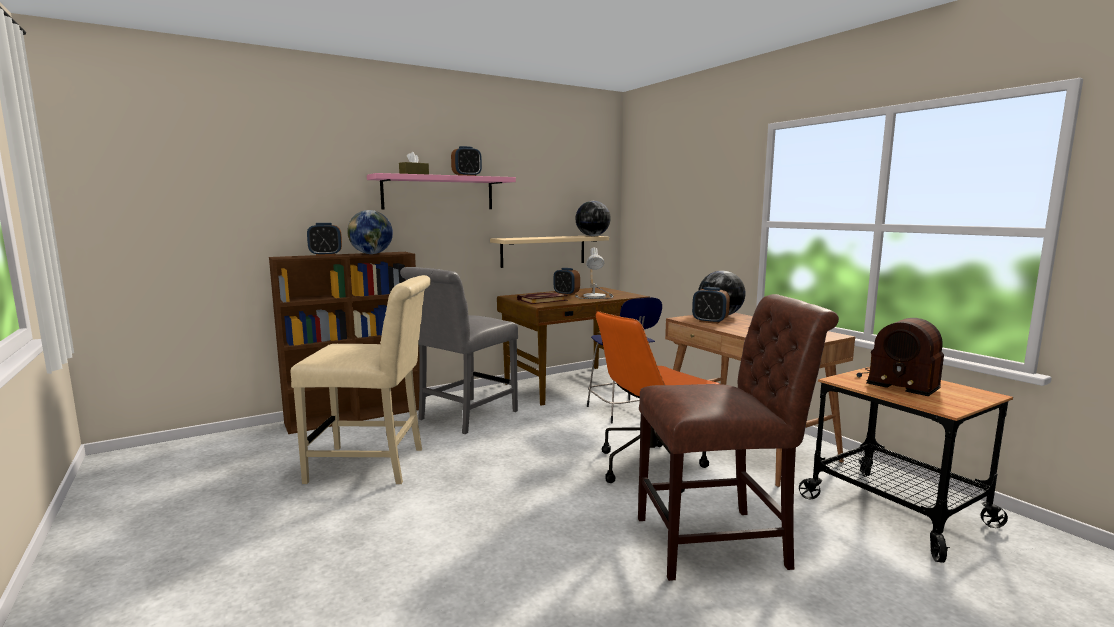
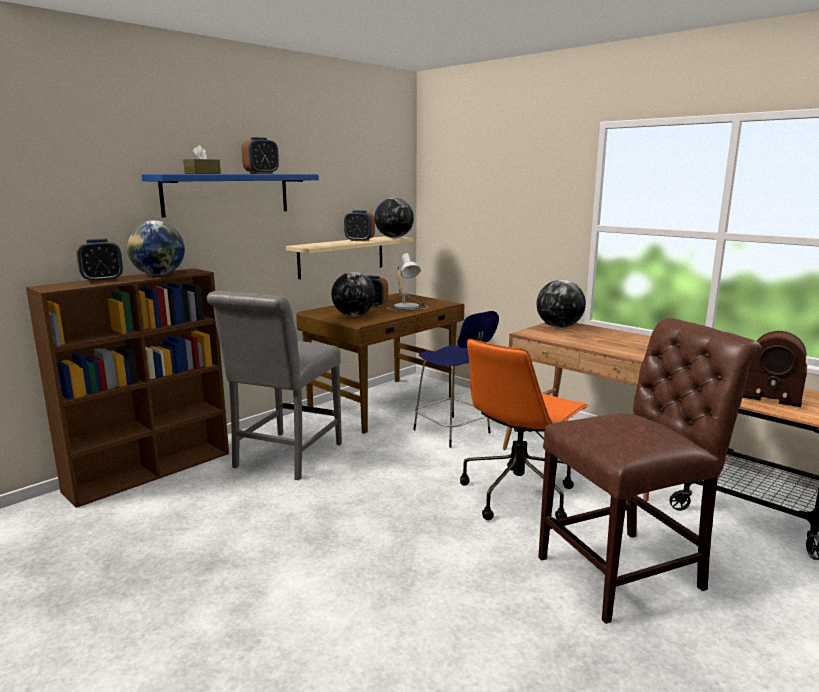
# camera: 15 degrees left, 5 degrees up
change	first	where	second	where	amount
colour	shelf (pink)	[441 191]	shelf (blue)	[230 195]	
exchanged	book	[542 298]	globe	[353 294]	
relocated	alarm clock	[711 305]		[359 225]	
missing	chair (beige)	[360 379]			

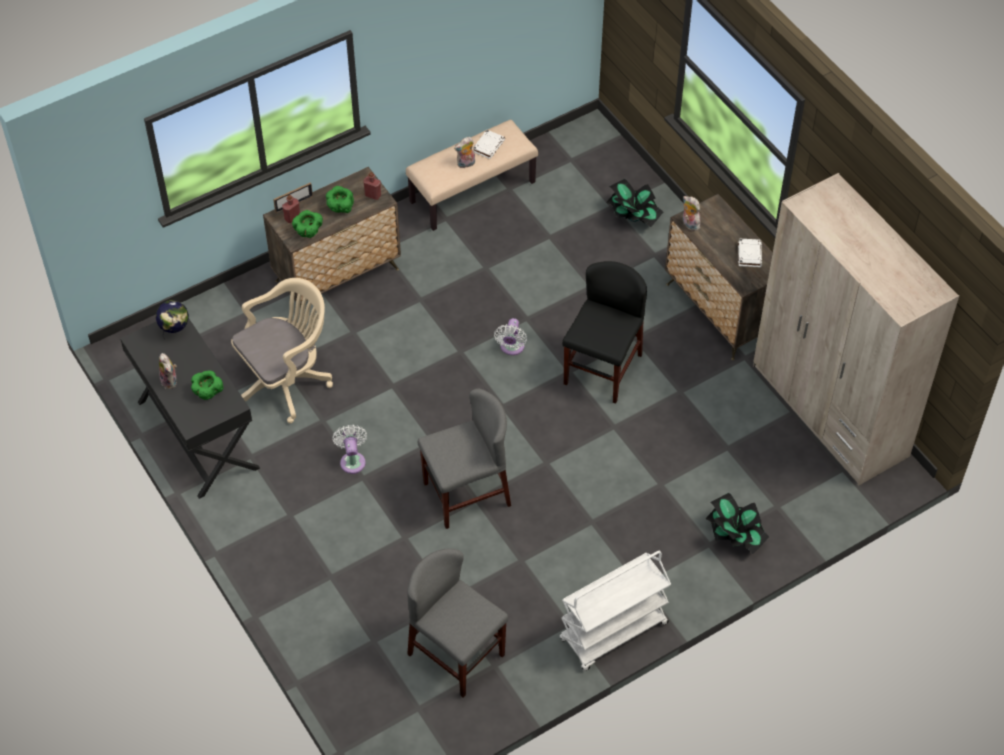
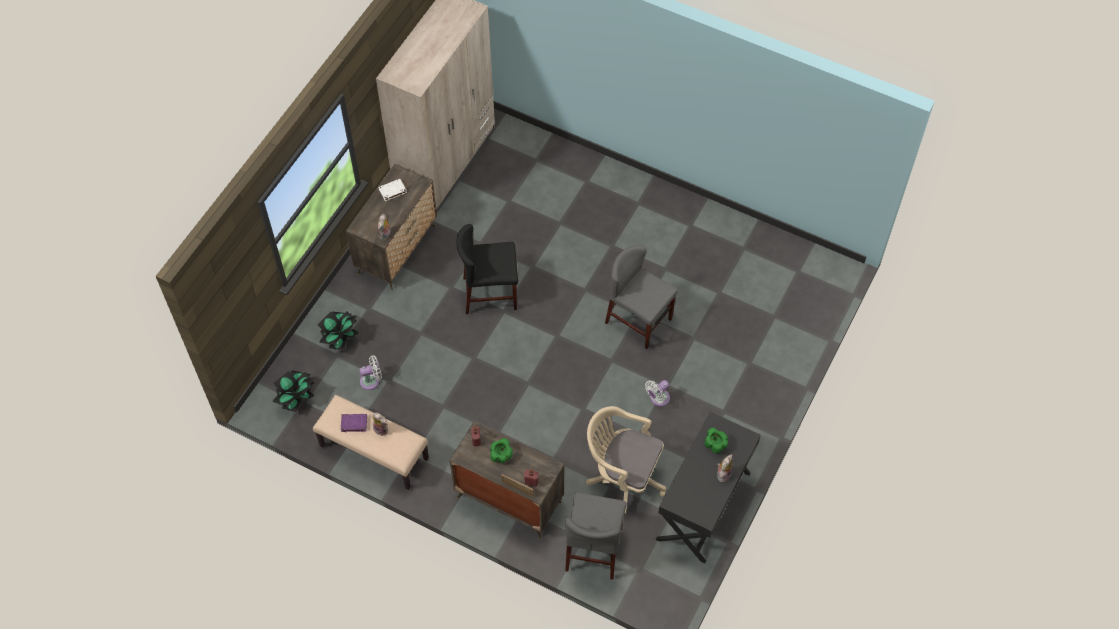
# camera: 120 degrees left, 5 degrees up
change	first	where	second	where	amount
relocated	potted plant	[737 523]		[293 391]	
colour	book (white)	[489 144]	book (purple)	[354 423]	
relocated	fan (white)	[510 336]		[370 372]	
relocated	chair (grey)	[457 623]		[596 536]	
missing	globe	[172 320]			
missing	bowl (green)	[307 224]			
missing	cart (white)	[615 611]			

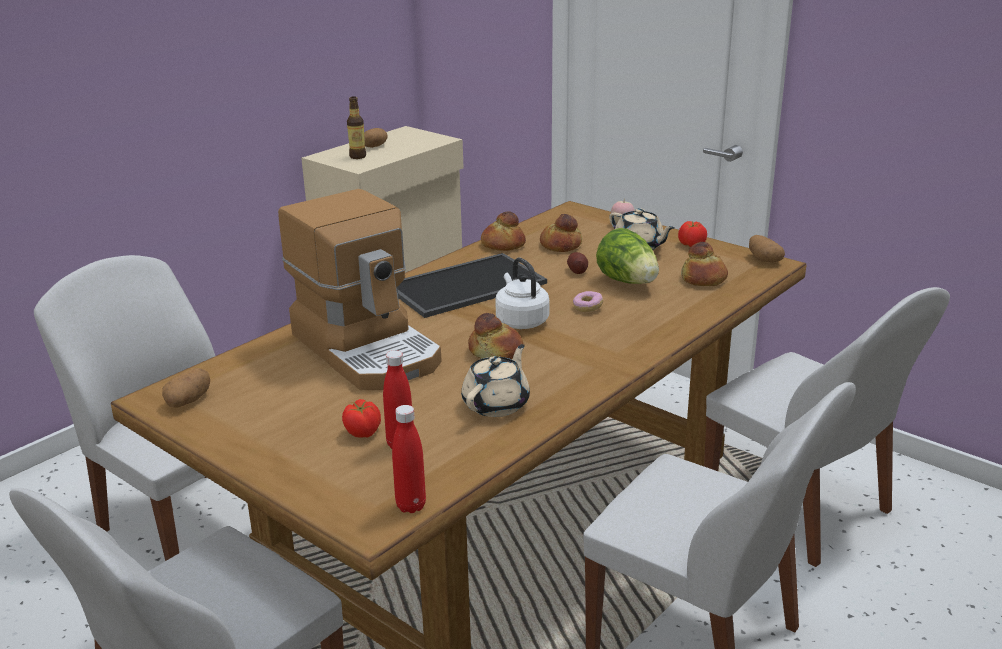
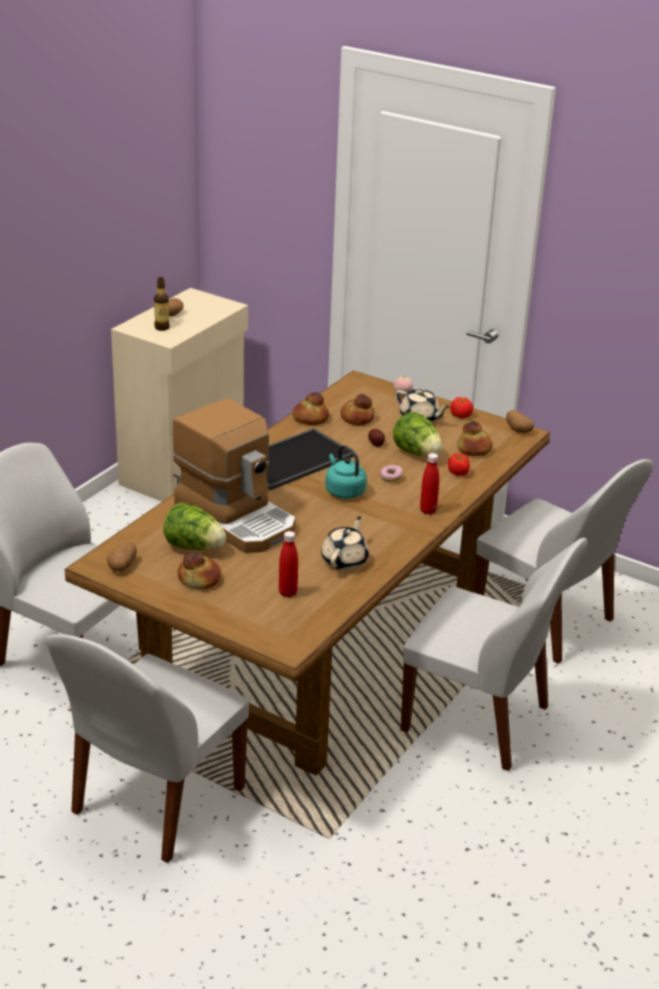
# camera: 10 degrees left, 5 degrees up
change	first	where	second	where	amount
appeared			lettuce	[194 526]	
relocated	bread	[495 336]		[199 570]	
colour	kettle (white)	[522 293]	kettle (turquoise)	[346 472]	
relocated	bottle (red)	[409 459]		[429 483]	
relocated	tomato	[361 418]		[459 464]	

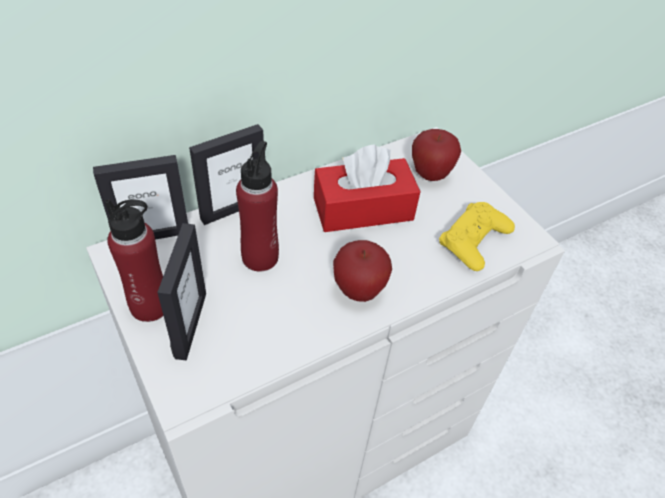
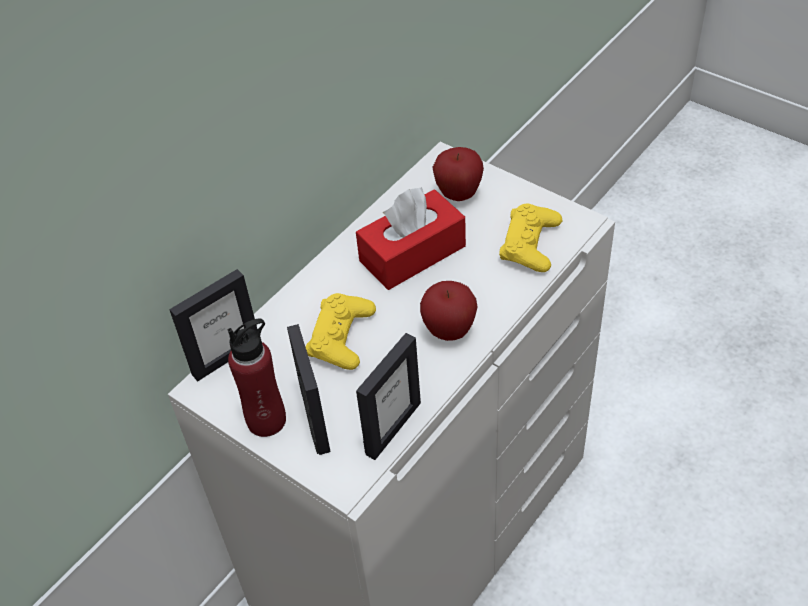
# camera: 15 degrees left, 0 degrees up
change	first	where	second	where	amount
exchanged	bottle (red)	[257 206]	game controller (yellow)	[341 331]	
relocated	picture frame	[226 174]		[388 396]	

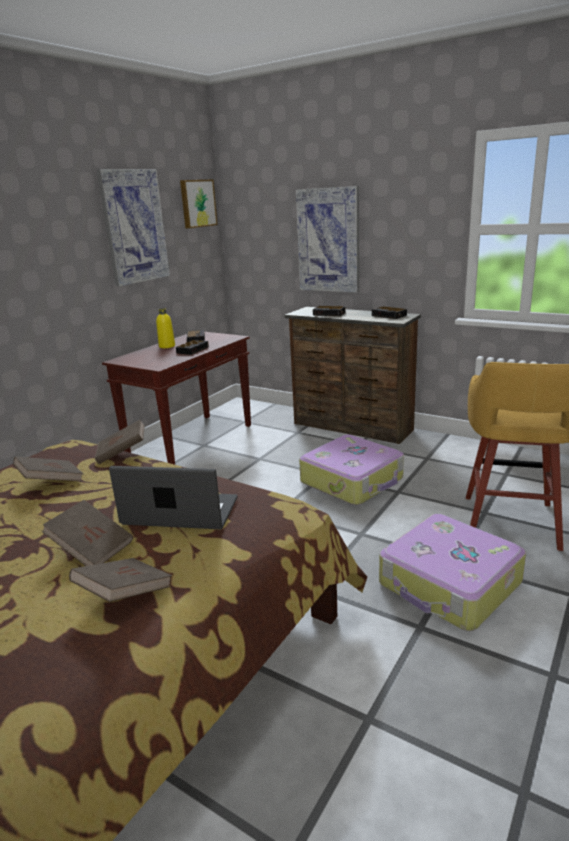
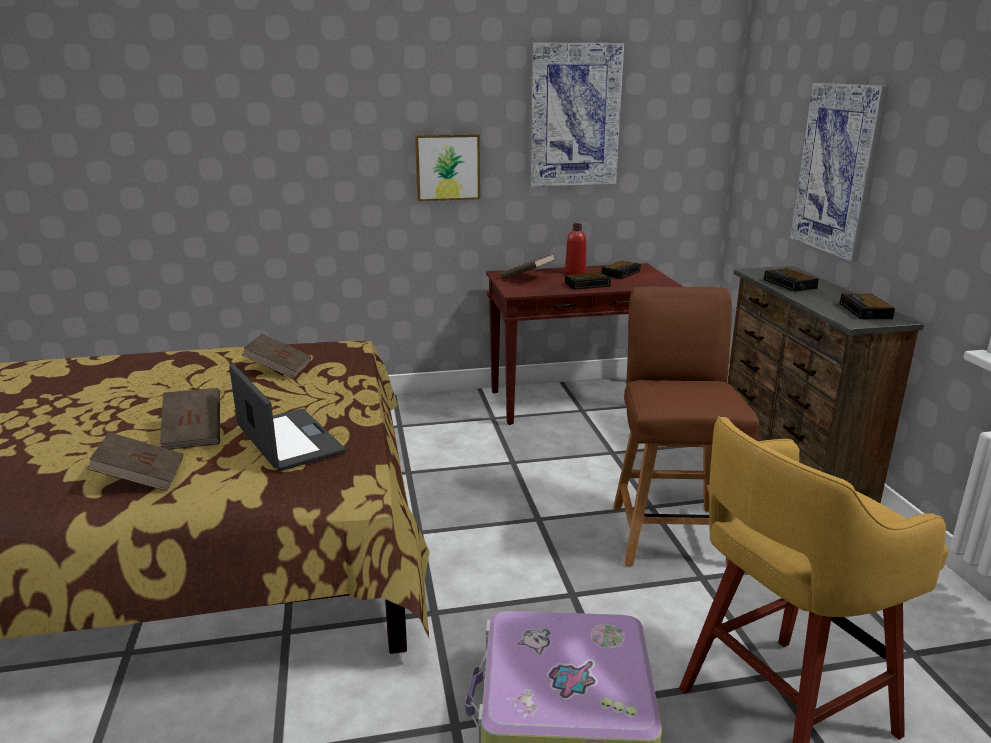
# camera: 45 degrees right, 0 degrees up
change	first	where	second	where	amount
relocated	picture	[199 204]		[447 167]	
relocated	book (brown)	[120 441]		[527 266]	
colour	bottle (yellow)	[165 328]	bottle (red)	[575 249]	
exchanged	suitcase	[351 470]	chair (brown)	[686 426]	

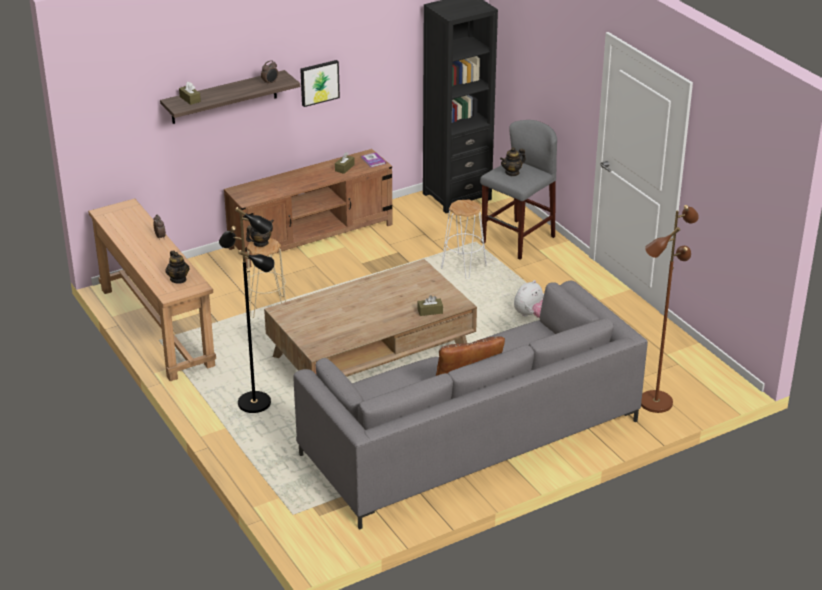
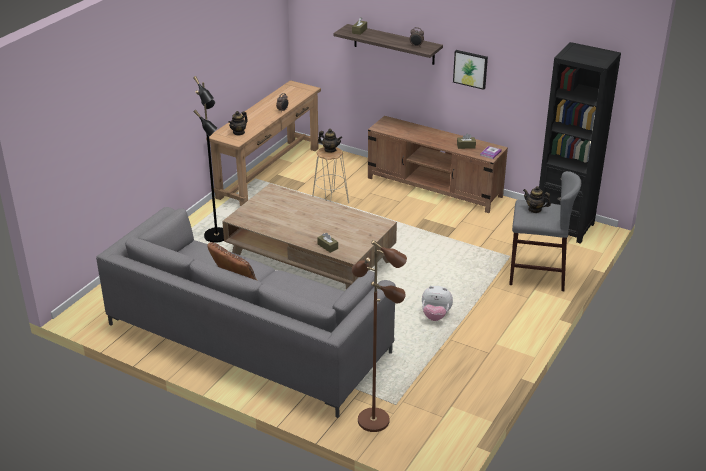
# camera: 60 degrees right, 0 degrees up
change	first	where	second	where	amount
missing	stool (white)	[464 239]			

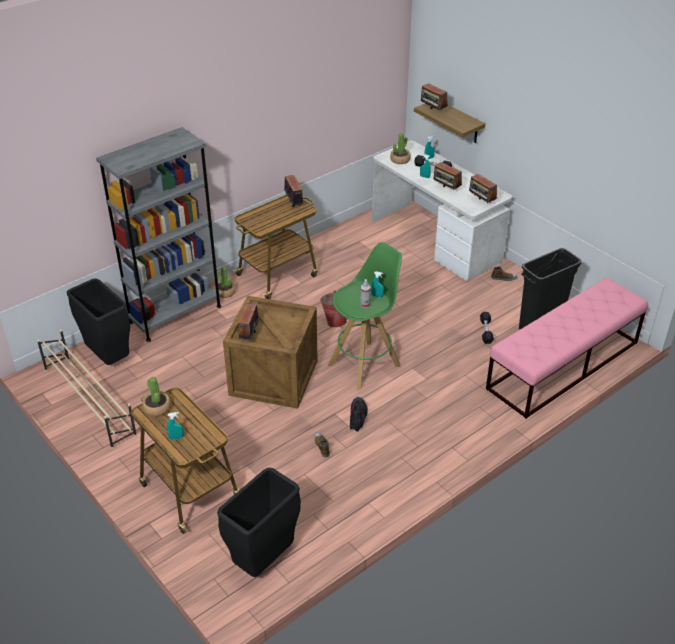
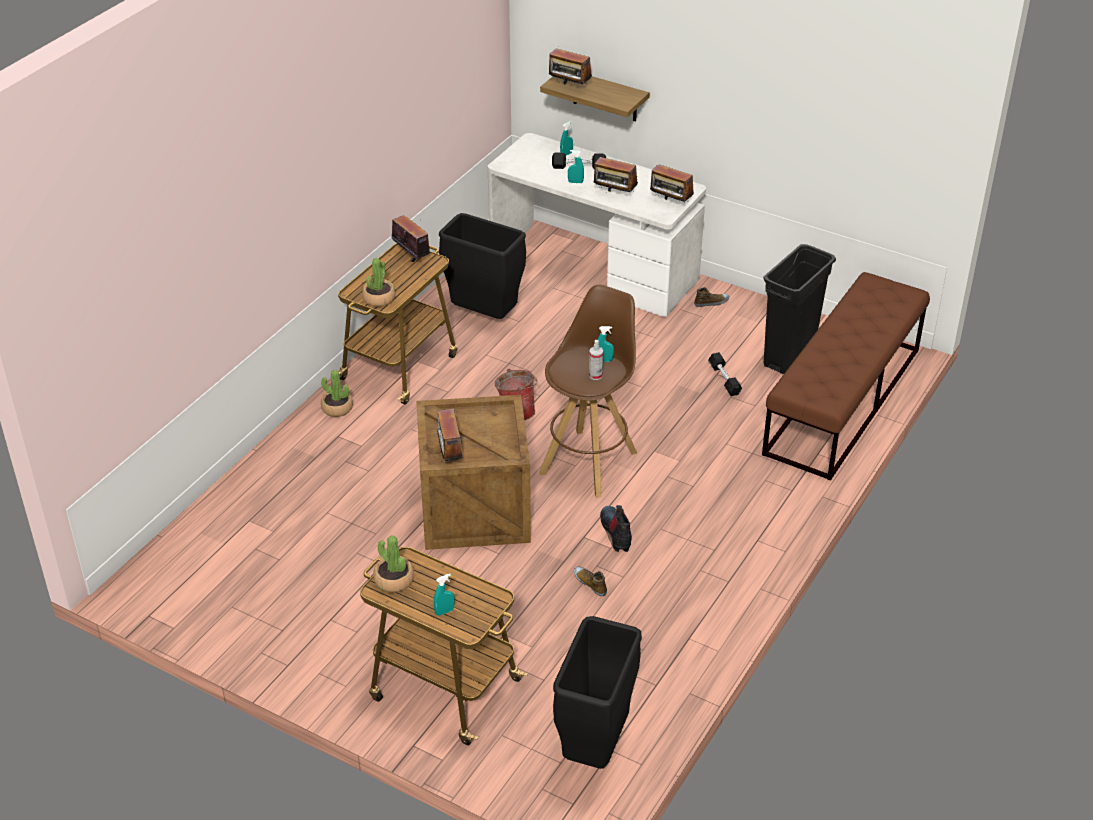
# camera: 20 degrees left, 0 degrees up
change	first	where	second	where	amount
relocated	potted plant	[400 148]		[378 282]	
relocated	trash can (black)	[98 321]		[482 266]	
colour	stool (green)	[365 316]	stool (brown)	[588 391]	
colour	bench (pink)	[567 348]	bench (brown)	[846 376]	
missing	shoe rack (beige)	[87 389]			
missing	bookcase (grey)	[158 234]			

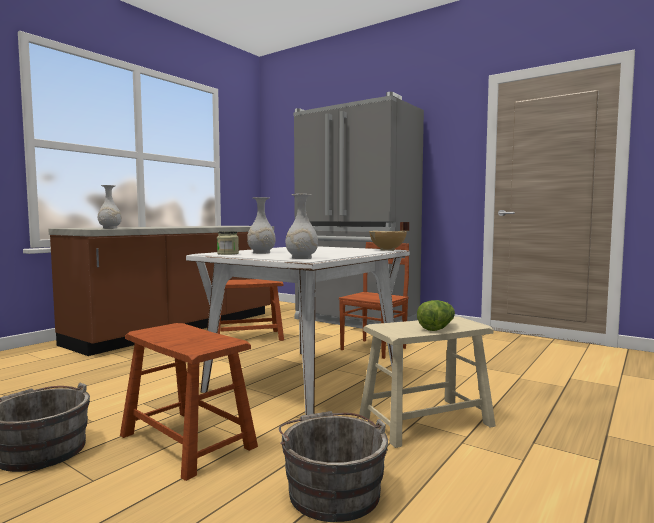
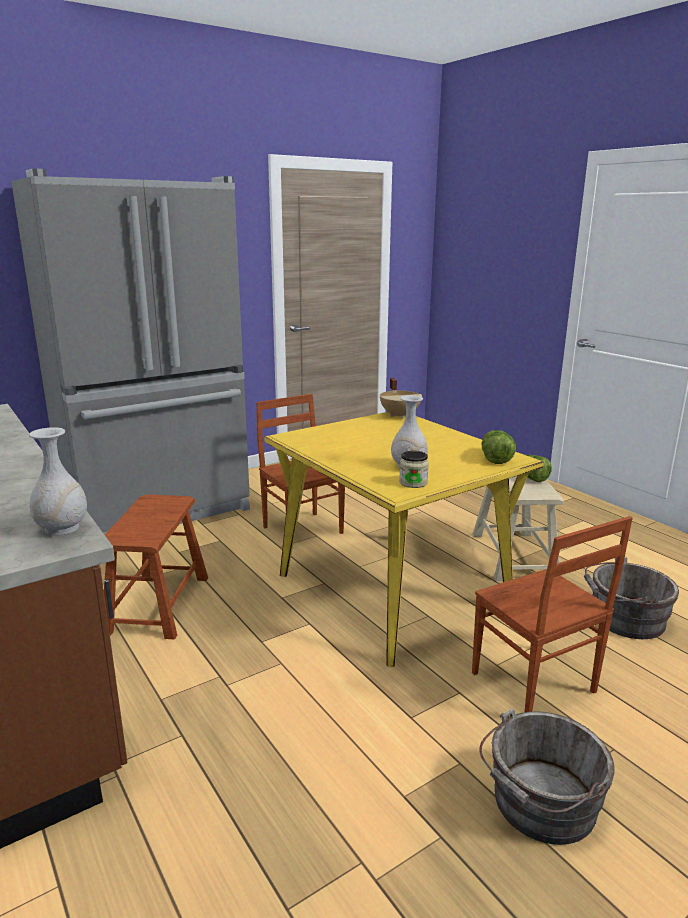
# camera: 70 degrees left, 15 degrees up
change	first	where	second	where	amount
colour	dining table (white)	[298 330]	dining table (yellow)	[404 539]	
exchanged	stool (brown)	[189 402]	chair (brown)	[552 614]	
exchanged	vase (white)	[301 226]	lettuce	[498 447]	

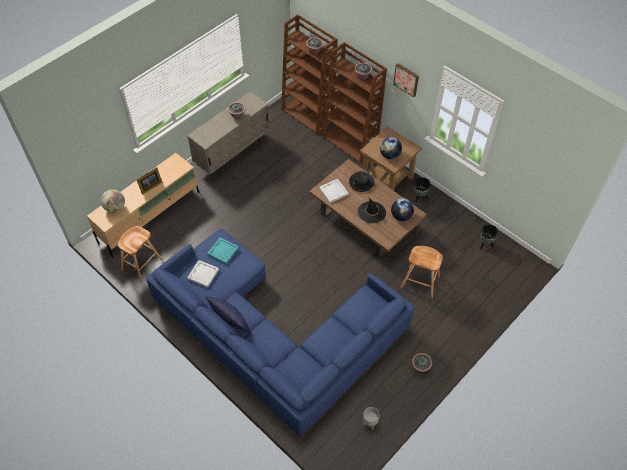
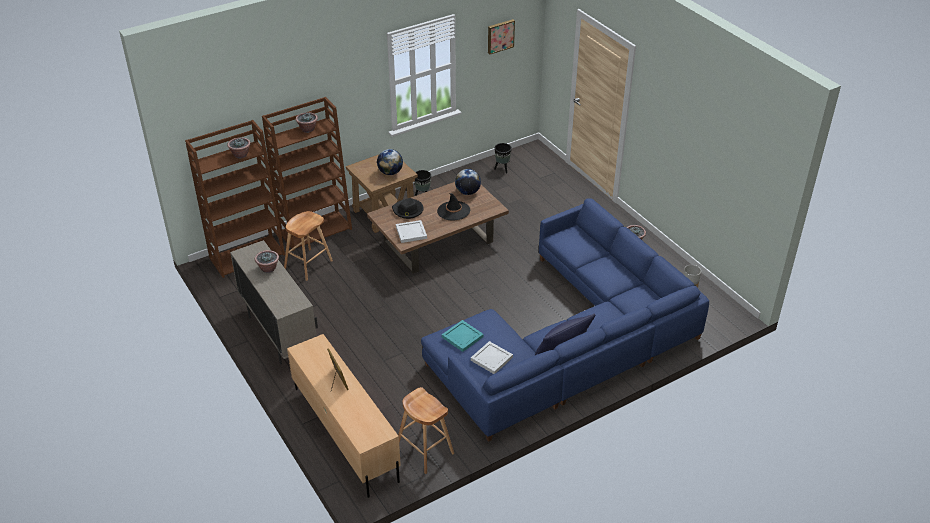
# camera: 75 degrees left, 15 degrees down
change	first	where	second	where	amount
relocated	stool (brown)	[422 272]		[308 246]	
relocated	picture	[406 80]		[501 36]	
missing	globe	[113 201]			

